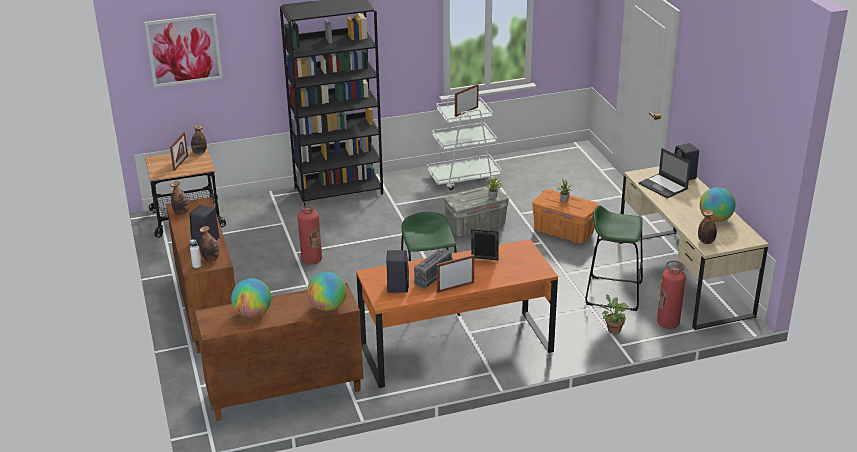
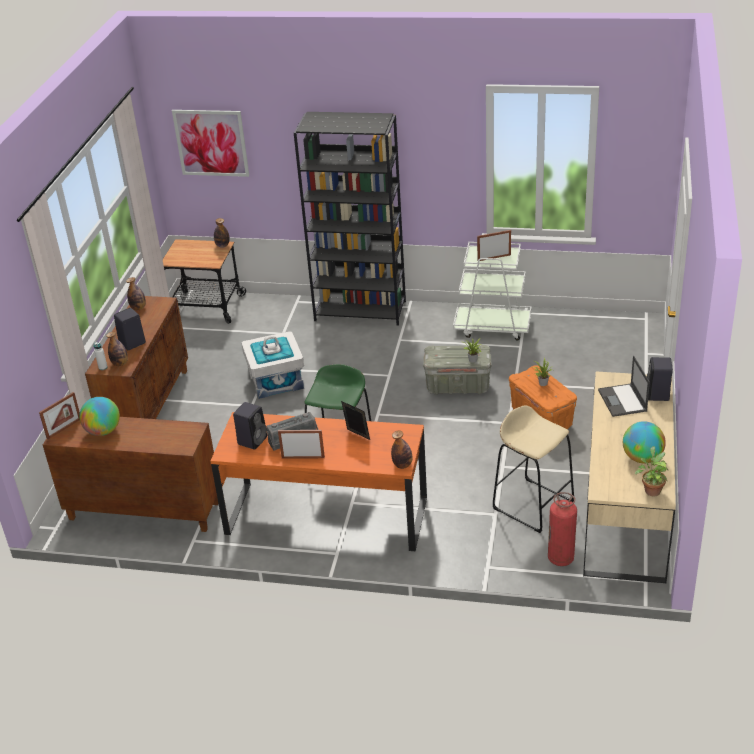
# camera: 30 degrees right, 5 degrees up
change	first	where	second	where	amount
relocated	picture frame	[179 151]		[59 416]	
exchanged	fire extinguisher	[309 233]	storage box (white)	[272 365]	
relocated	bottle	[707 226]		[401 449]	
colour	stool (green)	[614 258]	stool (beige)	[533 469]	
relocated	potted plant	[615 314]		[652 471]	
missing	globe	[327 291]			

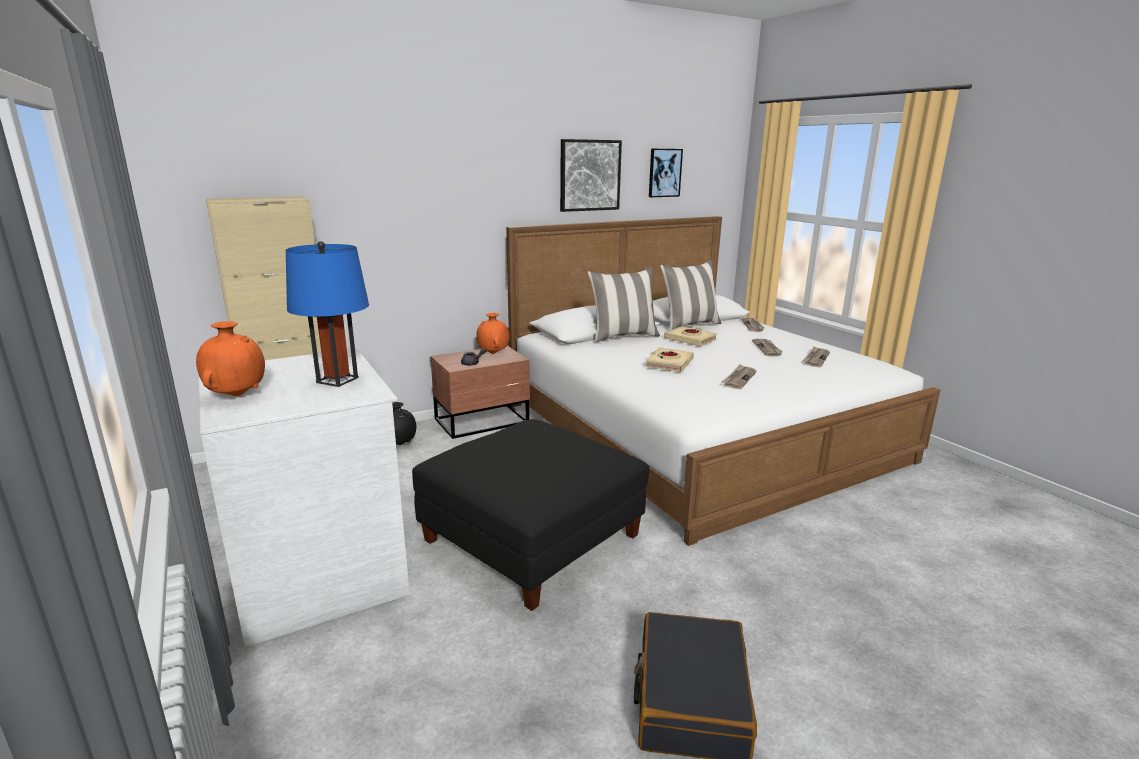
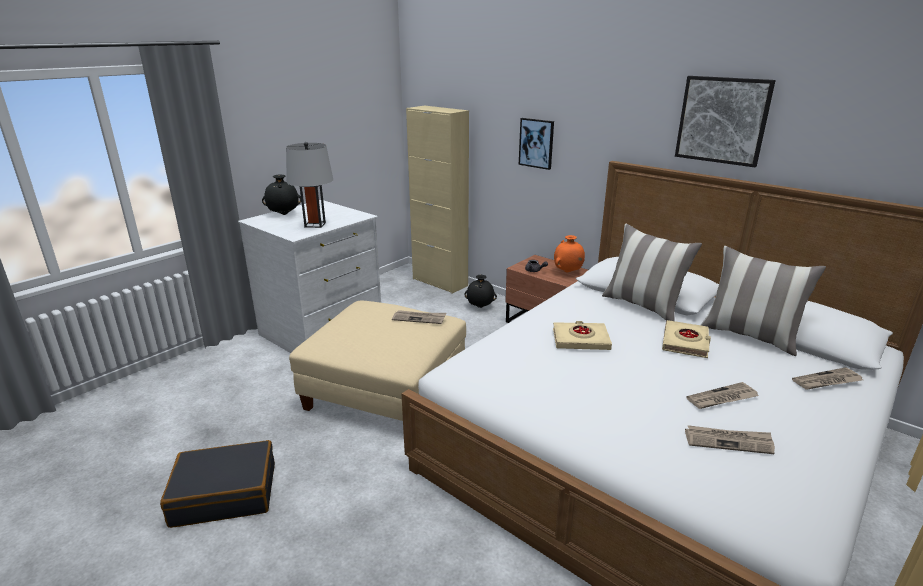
# camera: 70 degrees right, 5 degrees up
change	first	where	second	where	amount
colour	vase (orange)	[230 358]	vase (black)	[281 195]	
colour	table lamp (blue)	[327 314]	table lamp (grey)	[309 185]	
colour	ottoman (black)	[530 515]	ottoman (beige)	[377 360]	
relocated	newspaper	[739 376]		[419 317]	
relocated	picture	[666 173]		[536 144]	

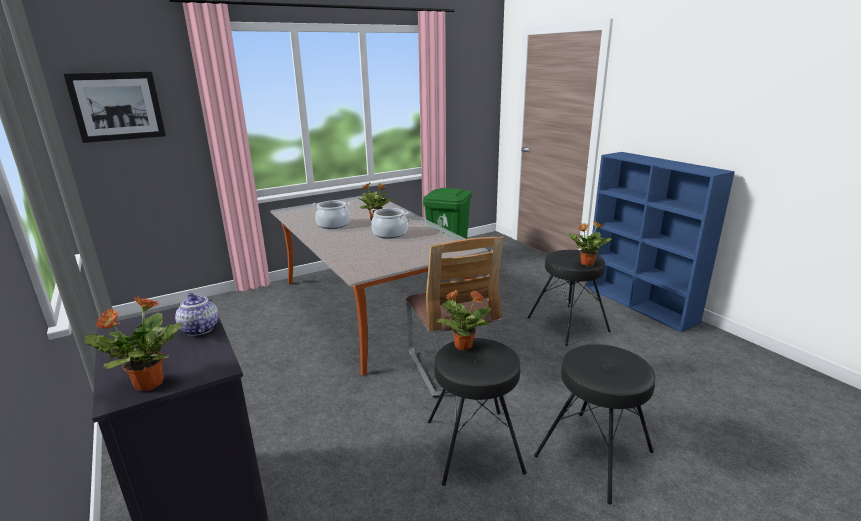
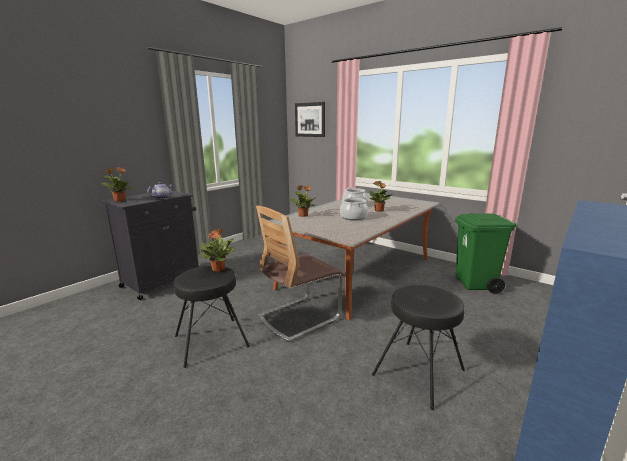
# camera: 70 degrees right, 5 degrees down
change	first	where	second	where	amount
relocated	potted plant	[590 243]		[302 201]	
missing	stool (black)	[594 424]			

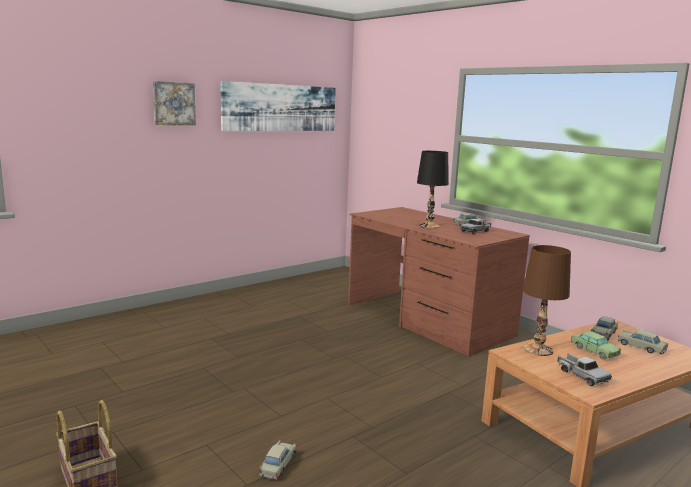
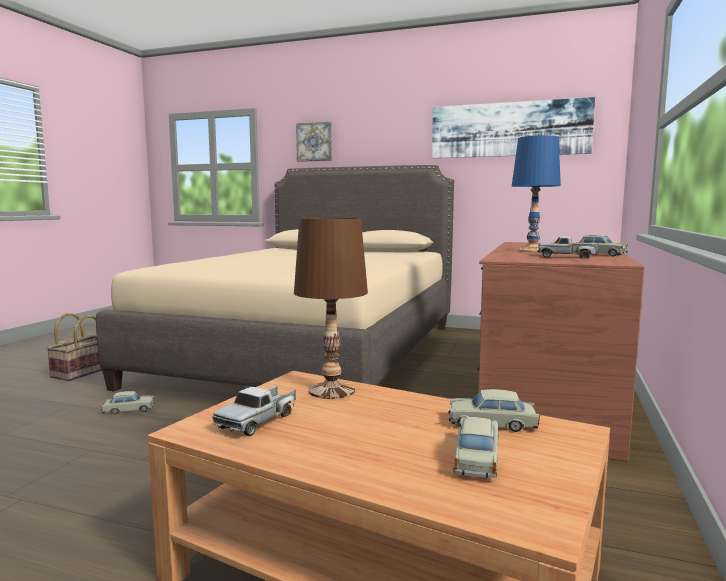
# camera: 60 degrees right, 5 degrees down
change	first	where	second	where	amount
appeared			bed (beige)	[275 278]	
relocated	picture	[174 103]		[314 142]	
colour	table lamp (black)	[433 189]	table lamp (blue)	[536 193]	
missing	toy car	[596 345]			

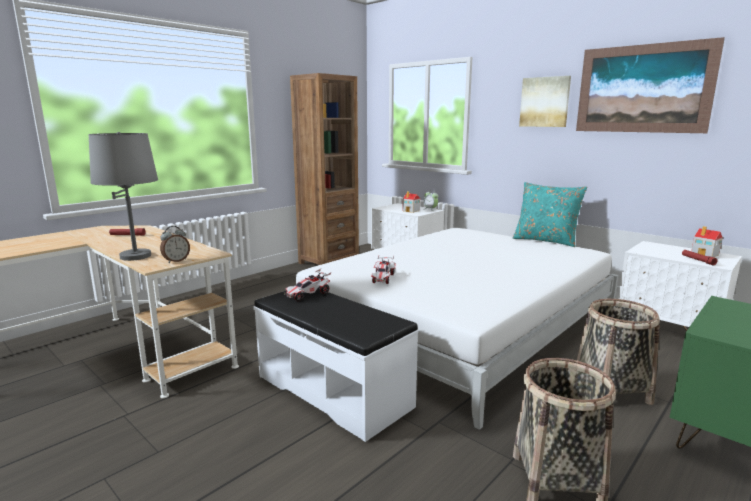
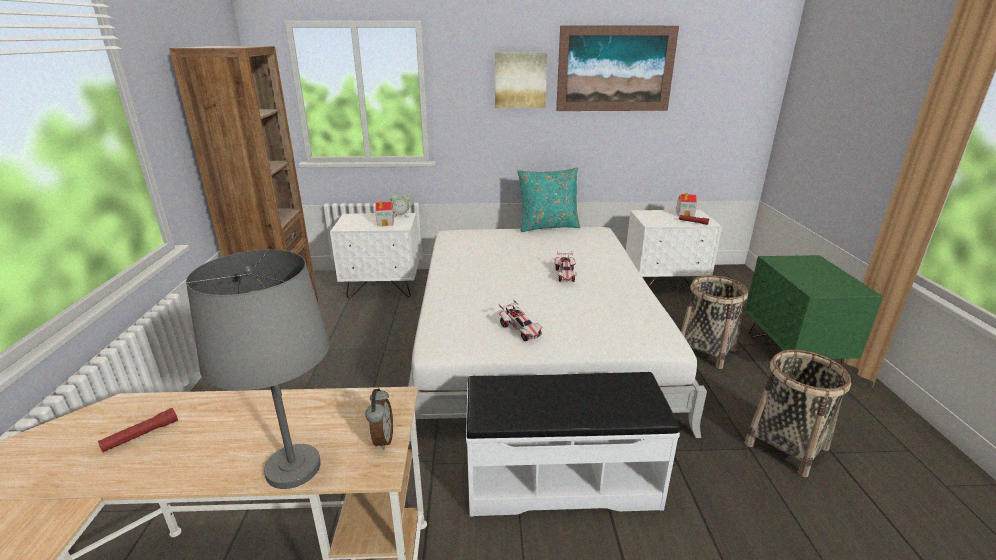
# camera: 45 degrees left, 10 degrees up
change	first	where	second	where	amount
relocated	toy car	[307 285]		[565 266]	

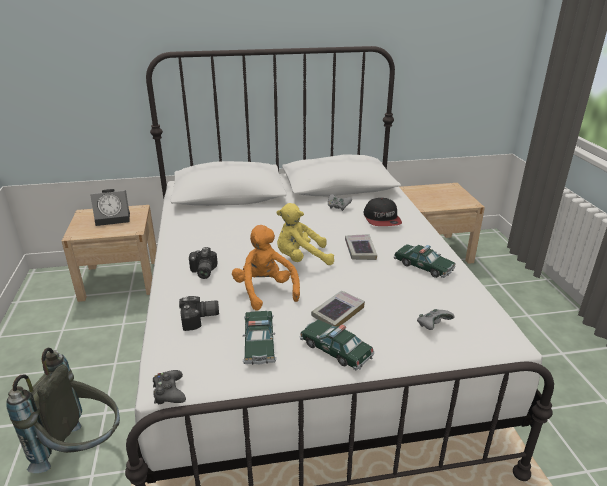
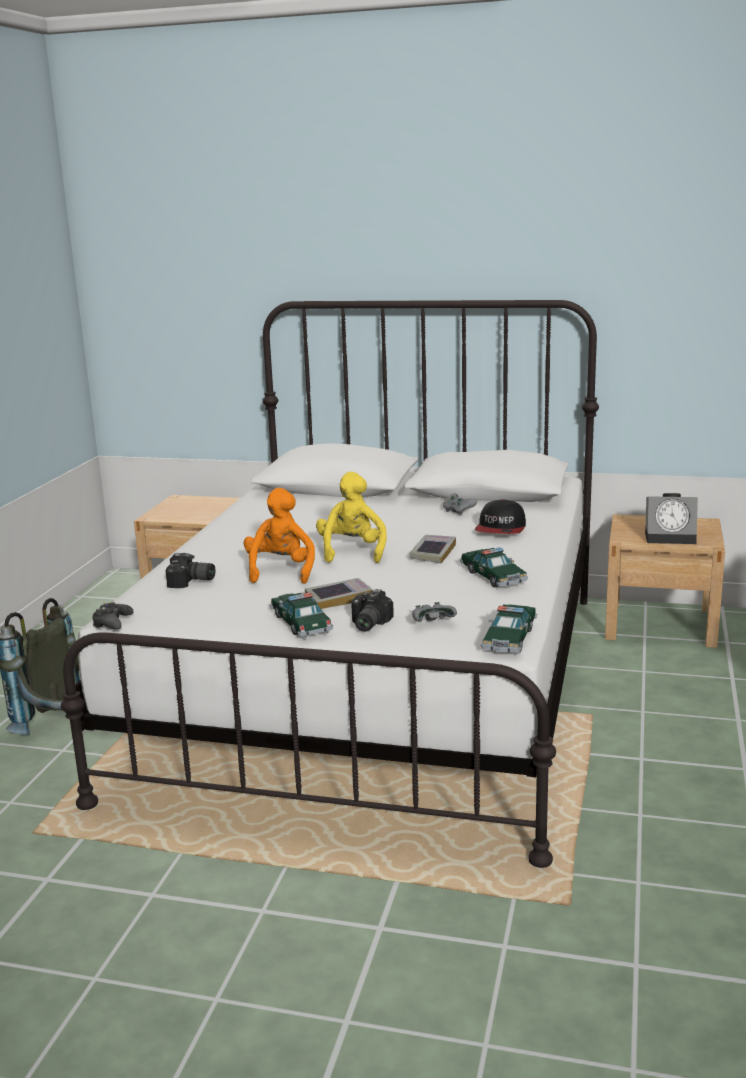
# camera: 25 degrees right, 10 degrees down
change	first	where	second	where	amount
spun	plush toy (yellow)	[305 234]		[351 517]	75 degrees clockwise
relocated	photo camera	[203 263]		[372 610]	
relocated	toy car	[260 338]		[509 628]	
relocated	alarm clock	[110 207]		[671 518]	

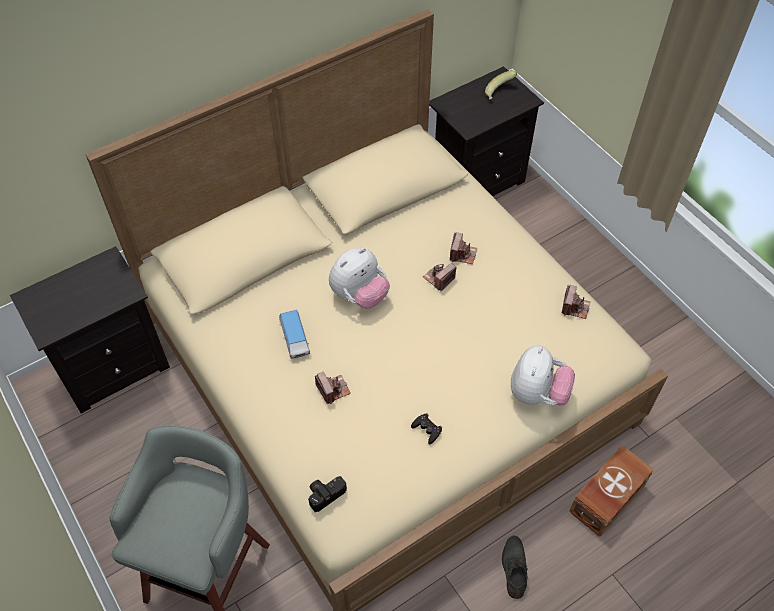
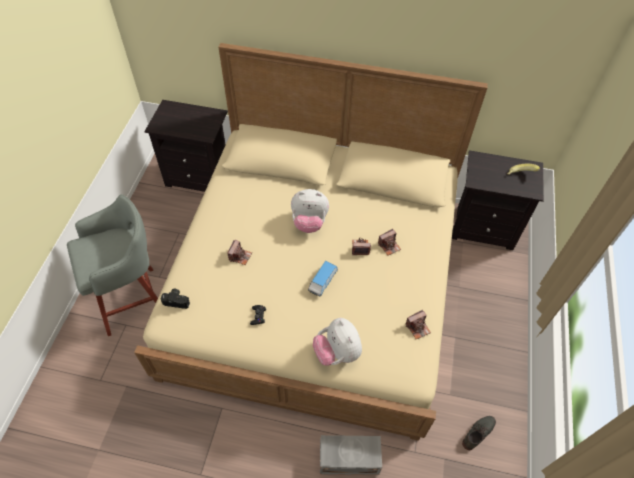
# camera: 45 degrees right, 0 degrees up
change	first	where	second	where	amount
relocated	toy car	[294 334]		[323 278]	
spun	plush toy	[543 375]		[337 342]	90 degrees clockwise
colour	storage box (brown)	[611 491]	storage box (grey)	[351 455]	
relocated	shoe (grey)	[515 567]		[479 433]	

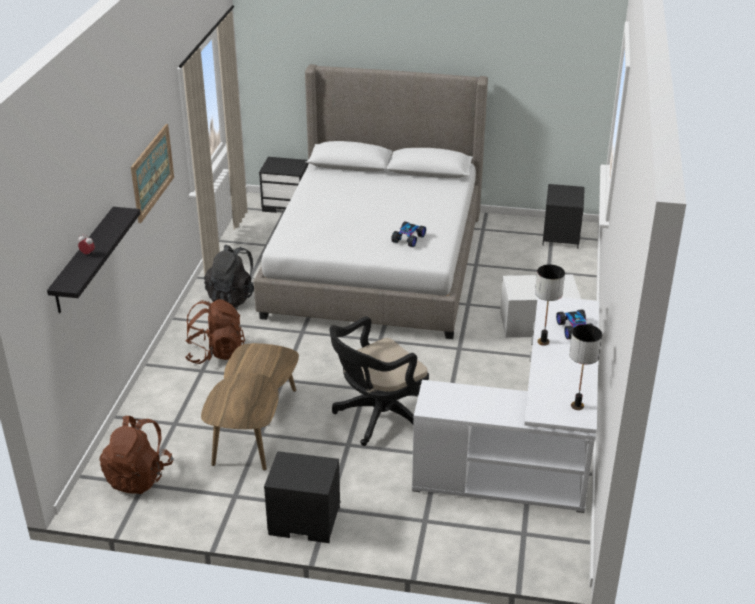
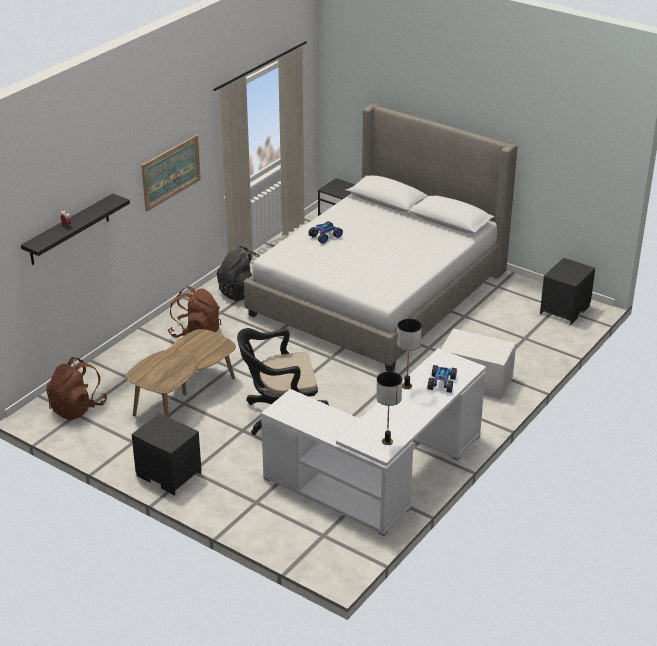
# camera: 25 degrees right, 0 degrees up
change	first	where	second	where	amount
relocated	toy car	[408 234]		[326 232]	

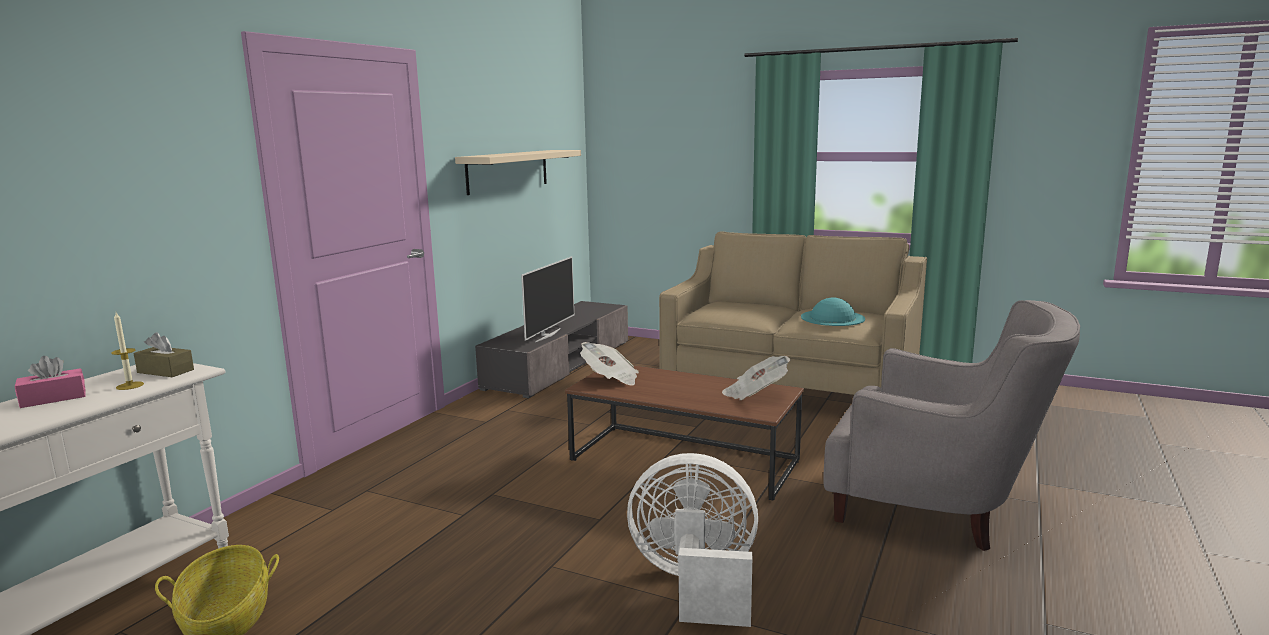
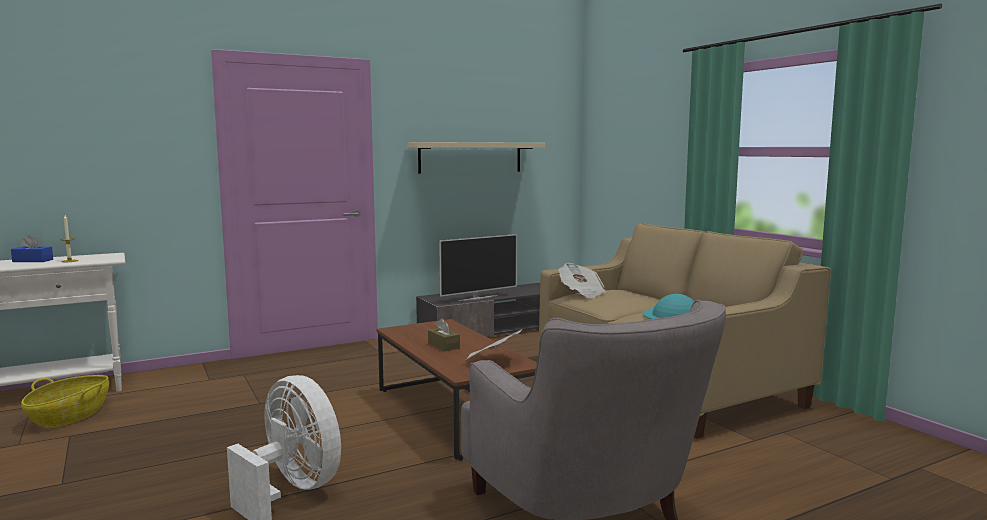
# camera: 35 degrees right, 5 degrees down
change	first	where	second	where	amount
colour	tissue box (pink)	[50 382]	tissue box (blue)	[32 248]	
relocated	tissue box (brown)	[164 354]		[444 334]	
relocated	newspaper	[609 364]		[582 280]	

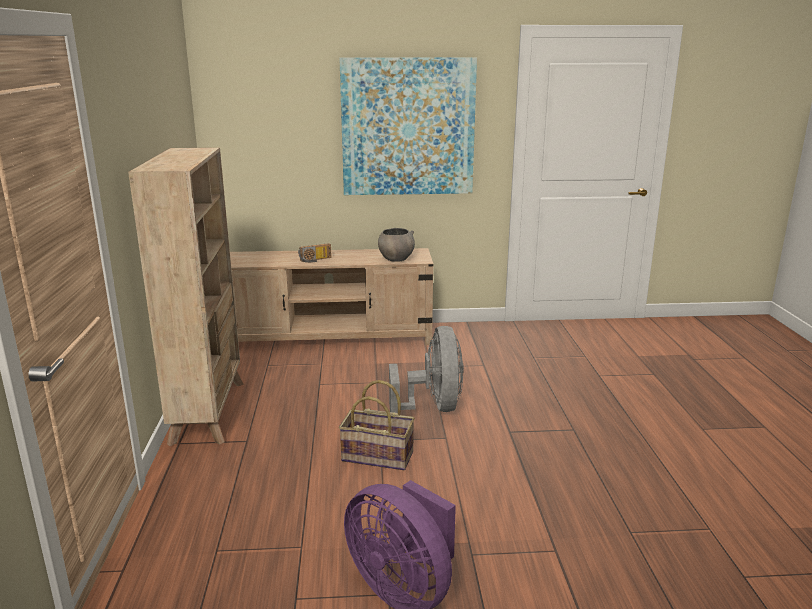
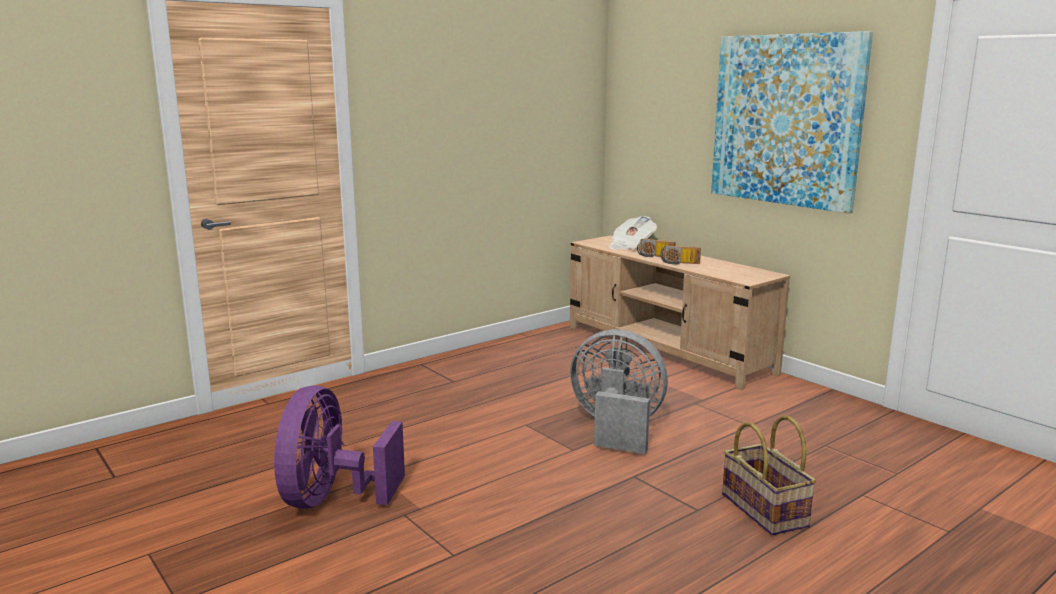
# camera: 55 degrees right, 5 degrees down
change	first	where	second	where	amount
spun	fan (grey)	[426 369]		[619 391]	120 degrees counterclockwise
appeared			newspaper	[633 233]	
appeared			radio	[680 255]	
relocated	basket	[377 425]		[769 475]	
missing	bookcase (beige)	[186 297]			
missing	bowl (grey)	[396 245]			

